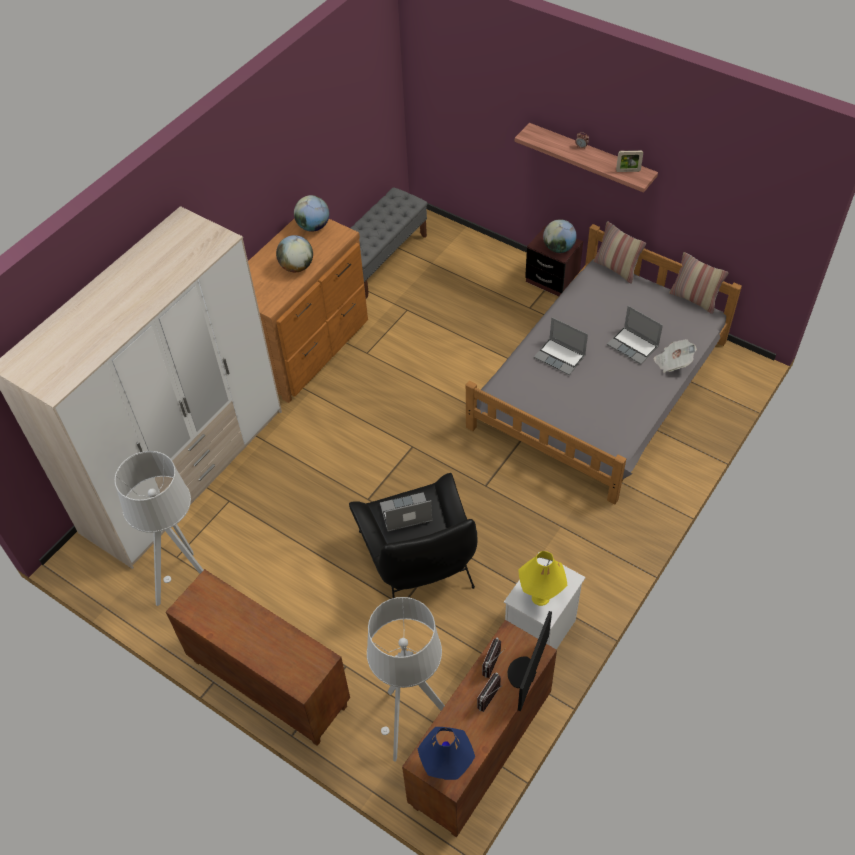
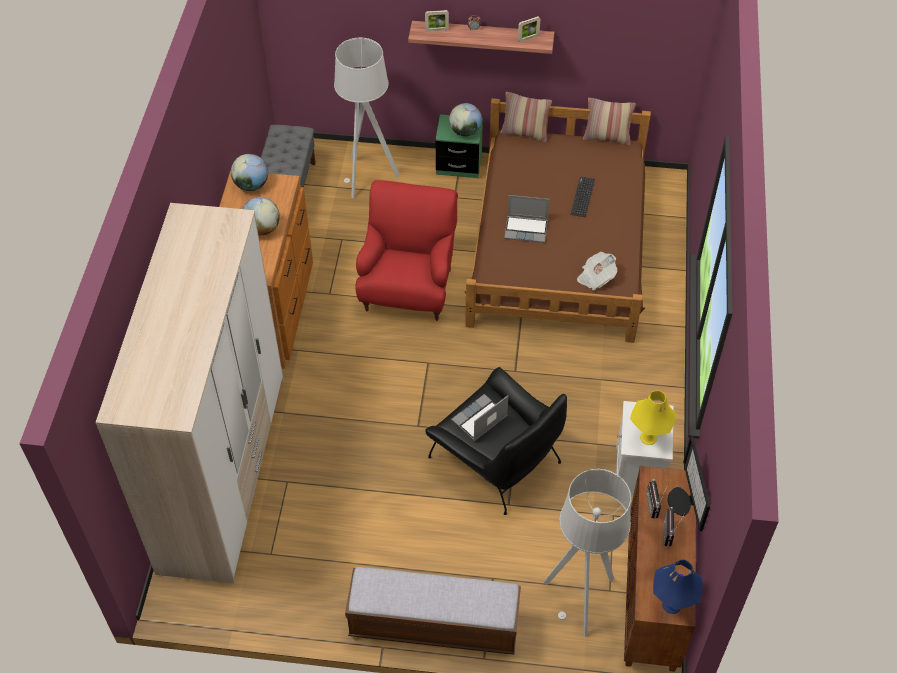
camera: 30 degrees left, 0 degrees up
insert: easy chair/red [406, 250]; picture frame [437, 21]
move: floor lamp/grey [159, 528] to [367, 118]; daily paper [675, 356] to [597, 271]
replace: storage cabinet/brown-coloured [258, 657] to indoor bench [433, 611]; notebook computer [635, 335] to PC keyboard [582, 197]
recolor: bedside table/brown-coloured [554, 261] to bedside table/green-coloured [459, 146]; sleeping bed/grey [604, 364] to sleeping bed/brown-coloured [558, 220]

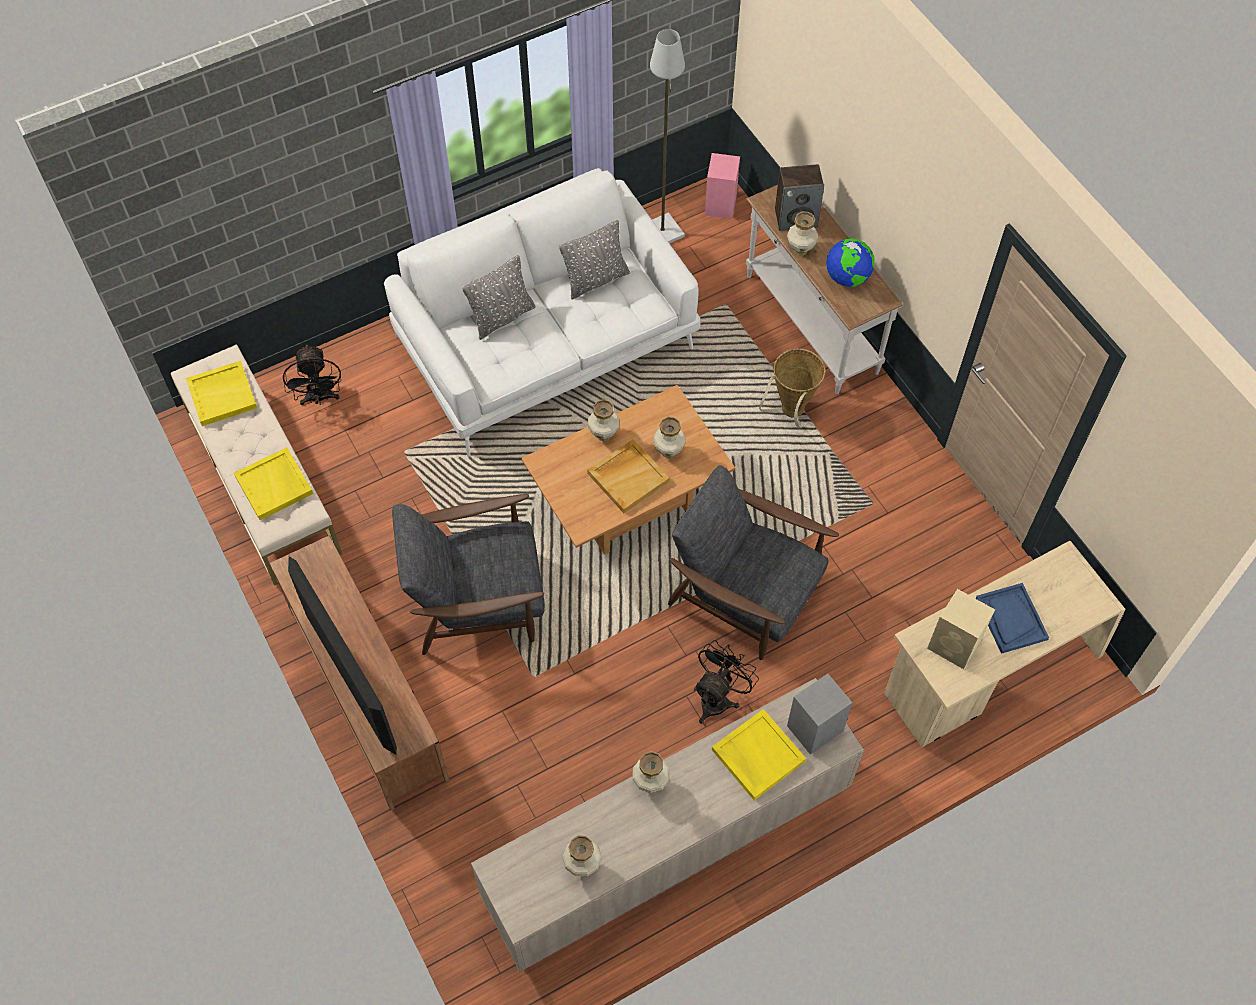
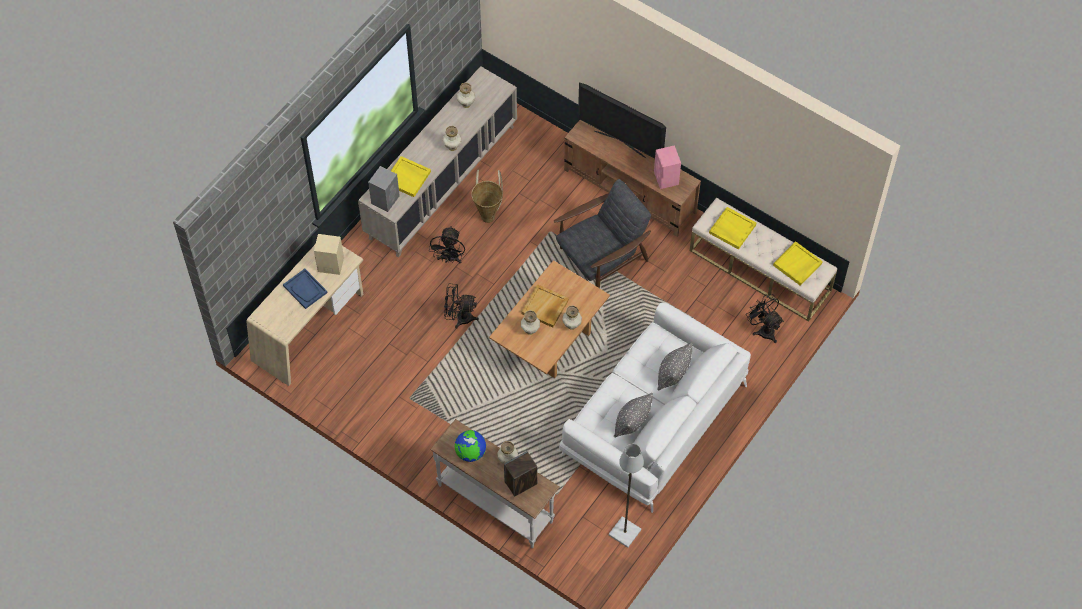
camera: 155 degrees right, 0 degrees up
move: basket [792, 388] to [487, 196]; speaker/pinkish [722, 186] to [667, 167]
replace: easy chair/grey [753, 562] to cooling fan/black-coloured [461, 306]

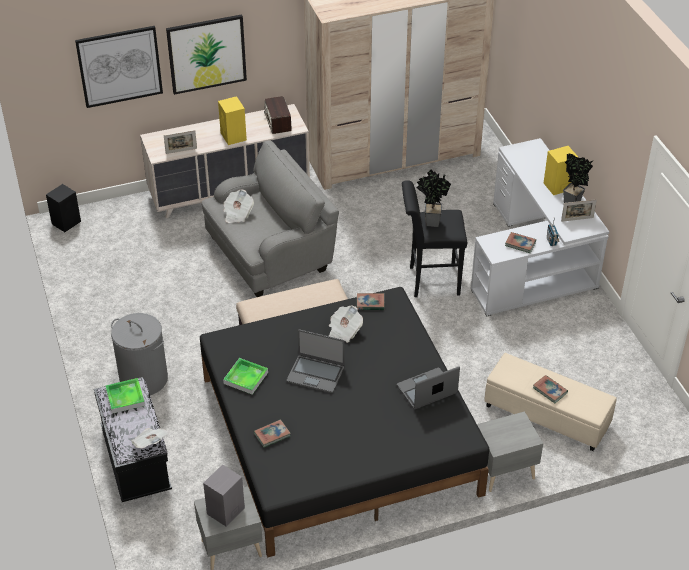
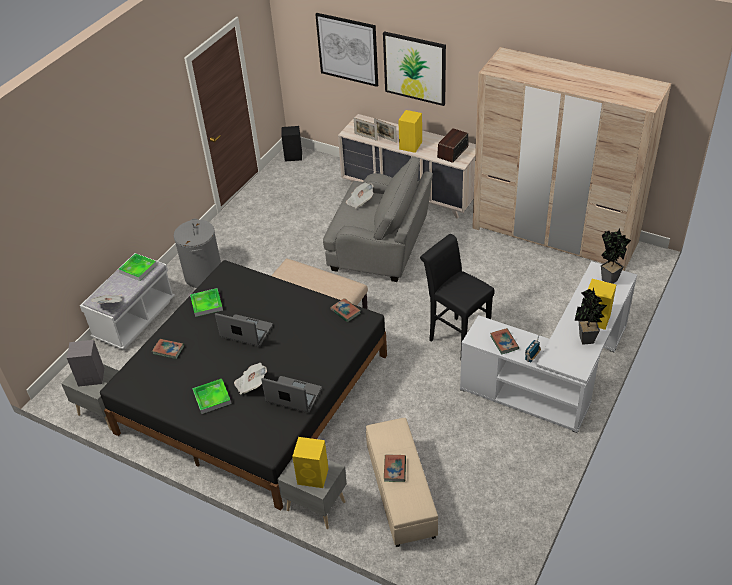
camera: 50 degrees right, 0 degrees up
insert: serving tray [211, 396]; speaker/yellow-coloured [310, 462]
move: daily paper [346, 324] to [250, 379]; picture frame [579, 210] to [385, 130]; houseplant [434, 198] to [616, 256]
recolor: indoor bench/black-coloured [133, 439] to indoor bench/whitish [127, 301]
rotate: notebook computer [316, 361] = [244, 330] 135 degrees clockwise

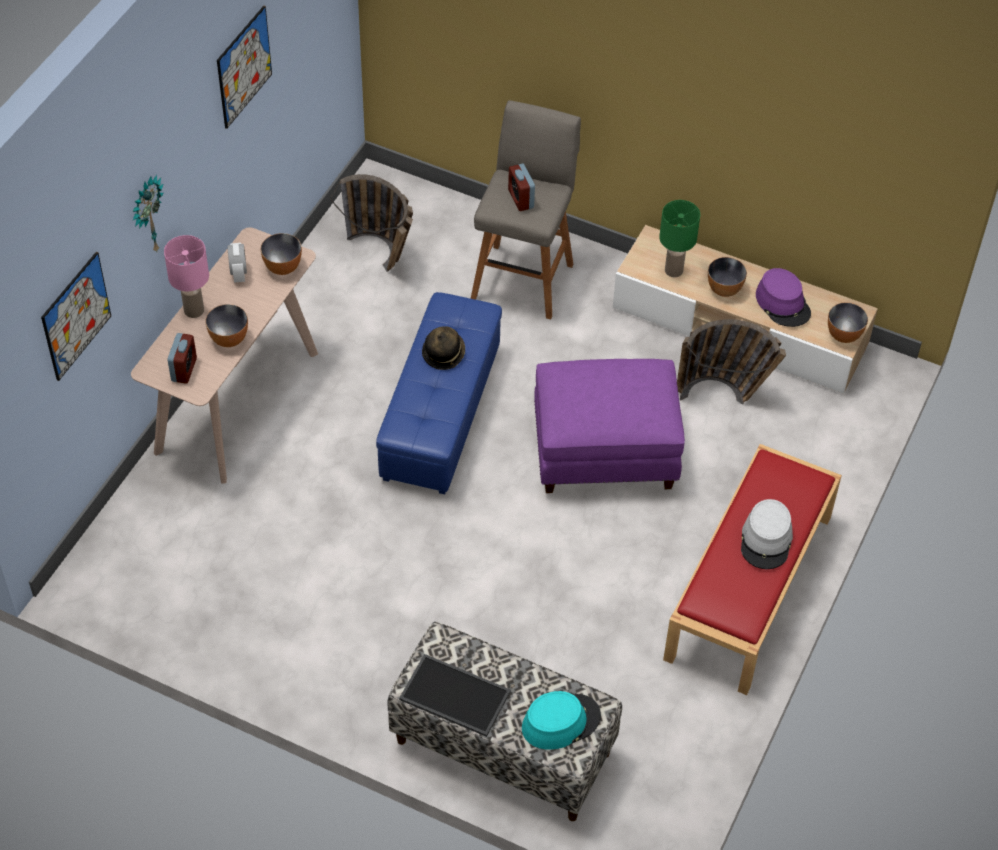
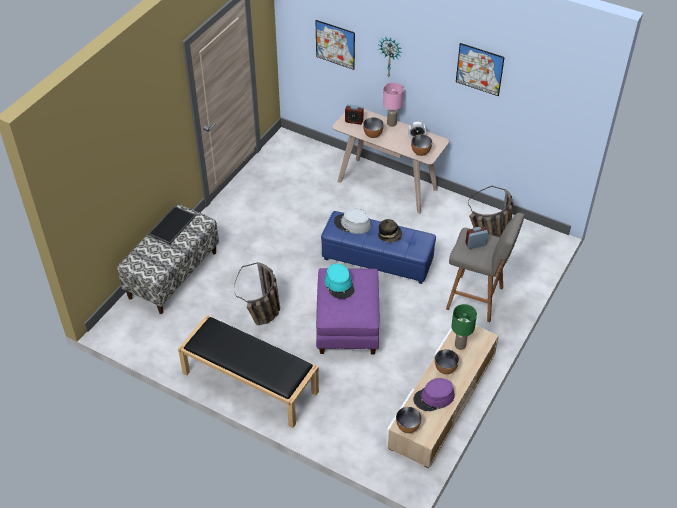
camera: 95 degrees right, 5 degrees down
move: basket [731, 362] to [257, 293]; clothing hat/turquoise-coloured [561, 720] to [340, 281]; clothing hat/grey [767, 534] to [352, 221]
recolor: indoor bench/red [752, 569] to indoor bench/black-coloured [248, 371]

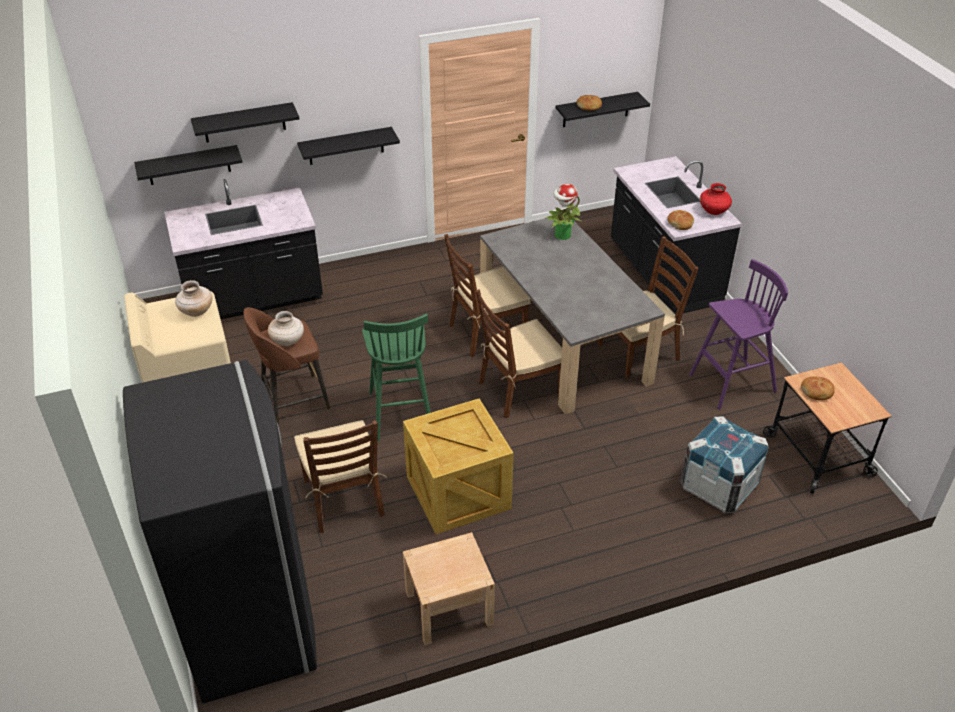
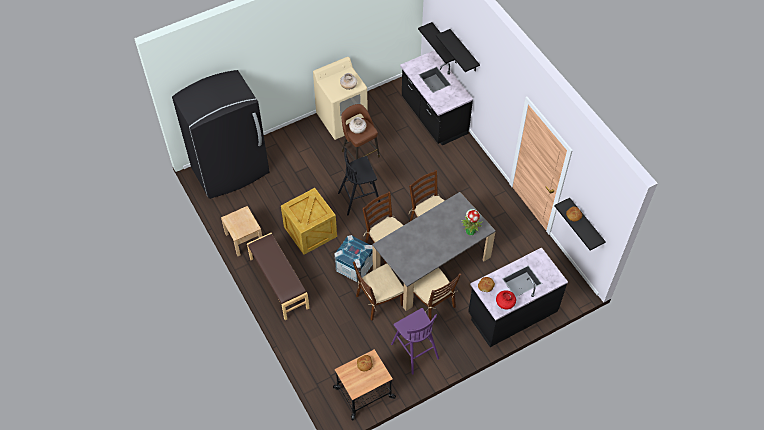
camera: 80 degrees right, 15 degrees up
delete: shelf/black-coloured [348, 146]
insert: indoor bench/brown-coloured [278, 276]
move: shipping crate [725, 464] to [353, 258]; chair/brown-coloured [340, 476] to [378, 291]
recolor: stool/green-coloured [396, 377] to stool/black-coloured [359, 181]

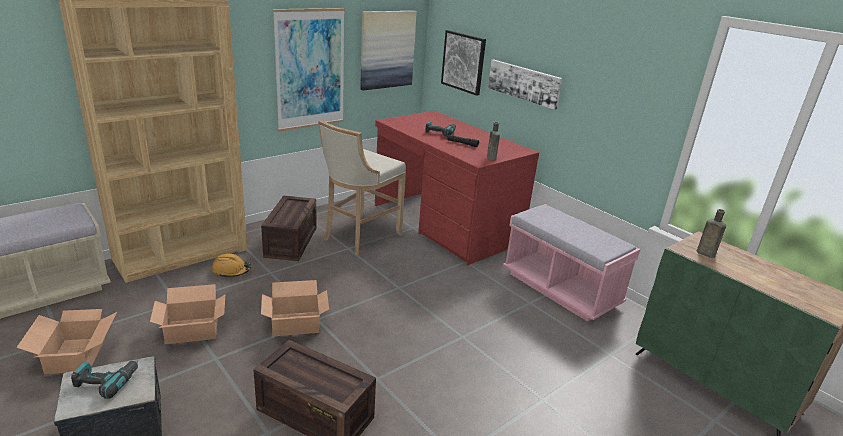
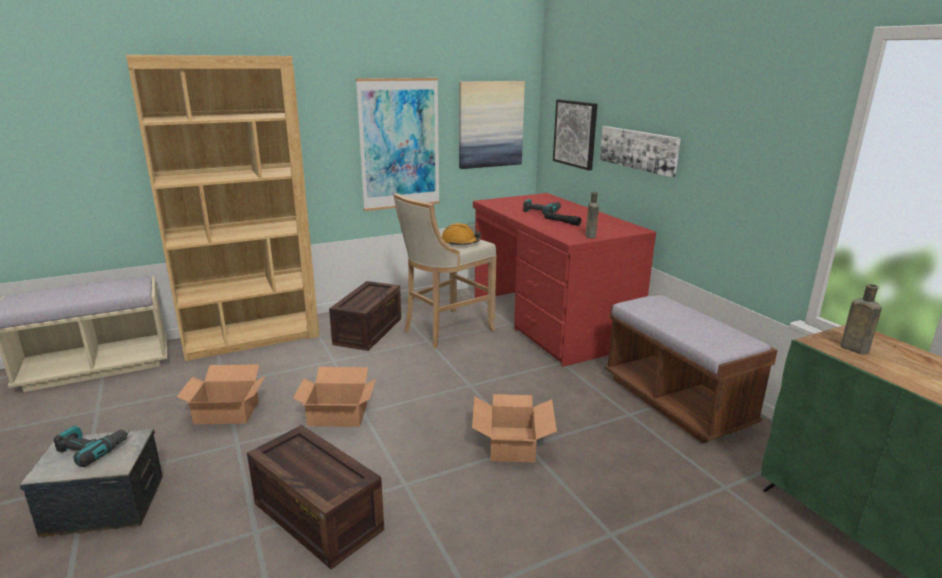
camera: 15 degrees right, 5 degrees down
move: safety helmet/orange [231, 265] to [461, 234]; packing box [66, 341] to [514, 428]
recolor: indoor bench/pinkish [571, 263] to indoor bench/brown-coloured [691, 369]

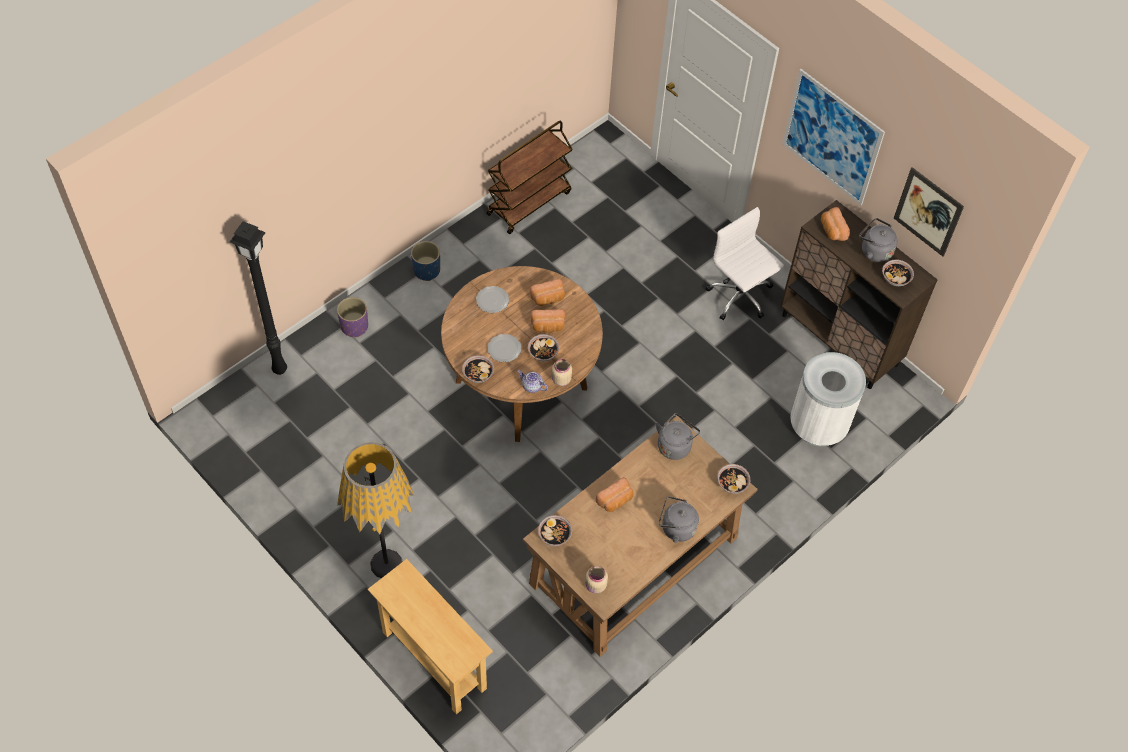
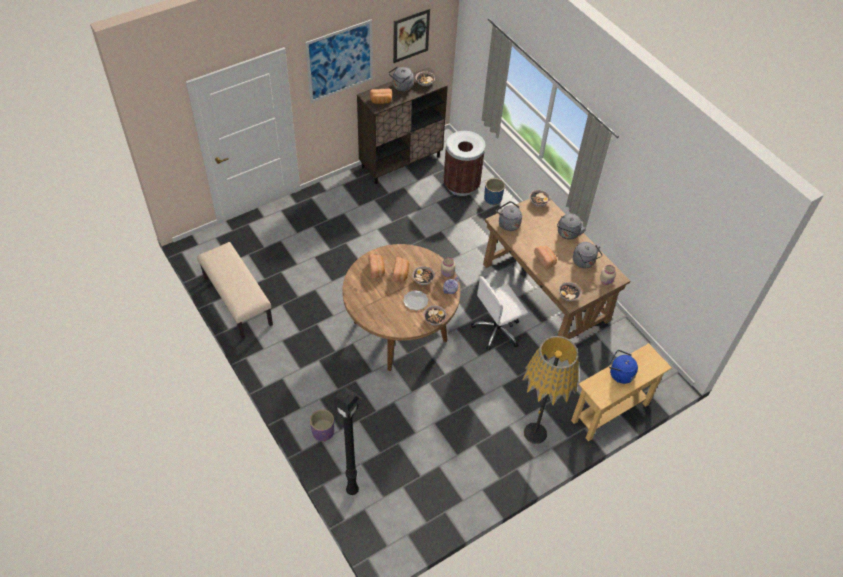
camera: 80 degrees left, 5 degrees down
delete: plate [492, 299]
insert: water kettle/grey [587, 255]; water kettle/bluish [623, 367]
move: office chair/whitish [745, 263] to [499, 313]; planter/bluish [425, 261] to [494, 191]
replace: trolley/brown-coloured [529, 177] to indoor bench/beige-coloured [235, 290]
recolor: waste bin/whitish [828, 399] to waste bin/brown-coloured [464, 163]

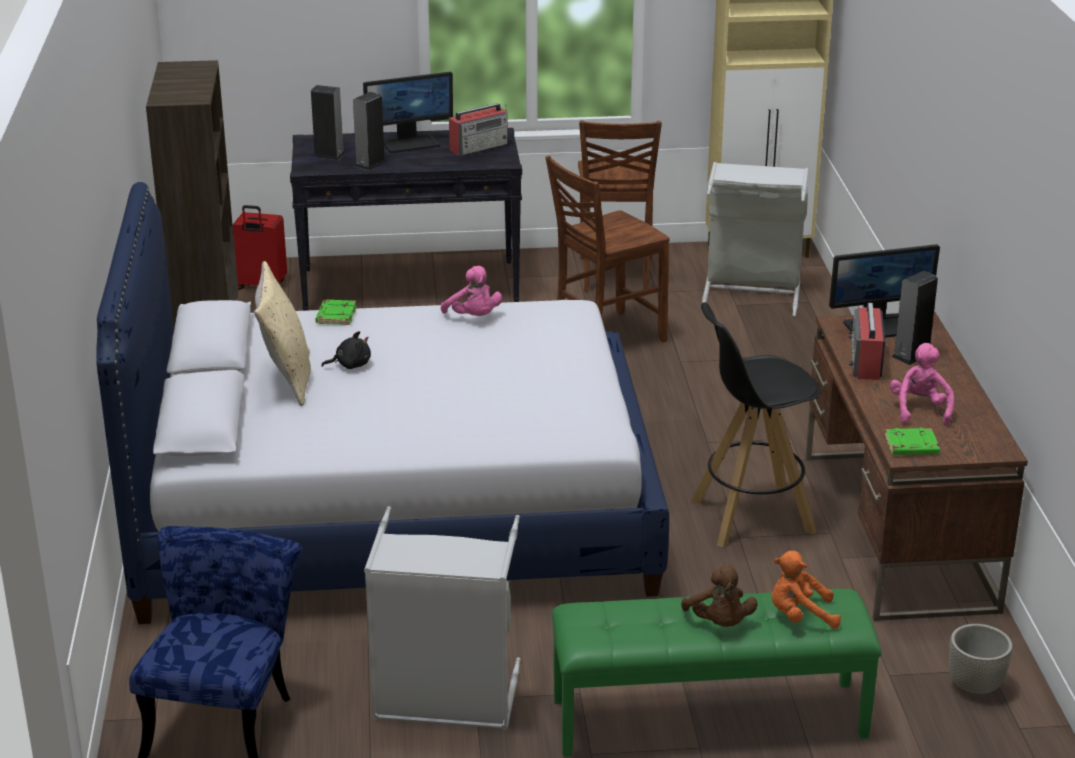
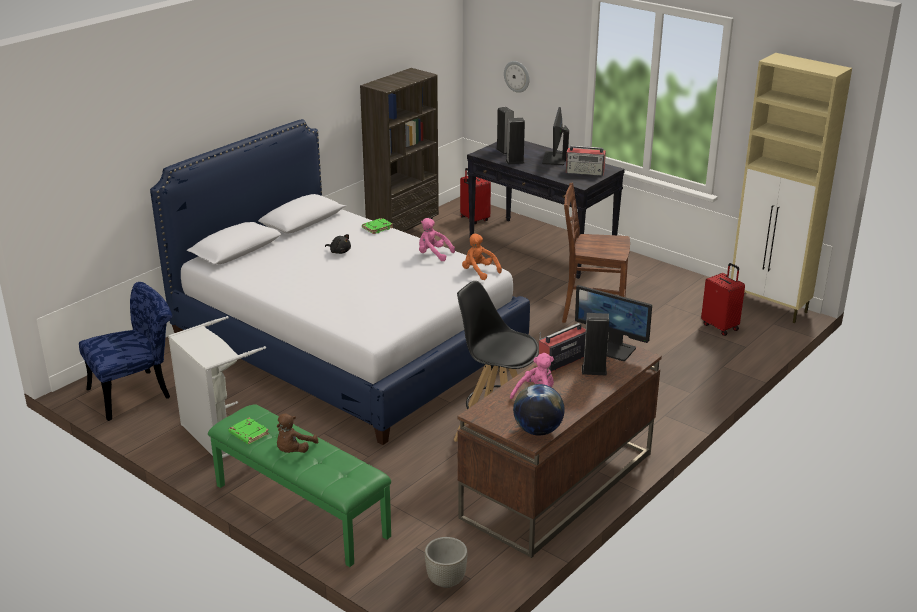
camera: 45 degrees right, 0 degrees up
delete: throw pillow/beige-coloured [282, 333]; chair/brown-coloured [620, 207]
insert: wall clock [516, 77]; world globe [539, 409]
move: book/green-coloured [912, 441] to [248, 431]; soft toy/orange [806, 590] to [482, 257]
replace: washing basket/grey [755, 239] to suitcase/red [723, 299]
rotate: soft toy/pinkish [471, 291] = [437, 239] 105 degrees clockwise; computer screen [408, 112] = [555, 136] 75 degrees clockwise

